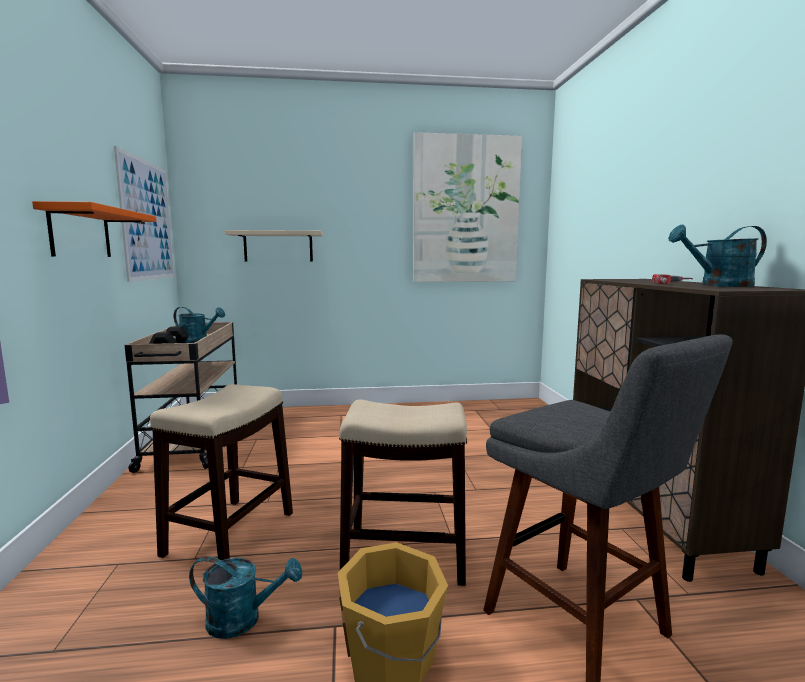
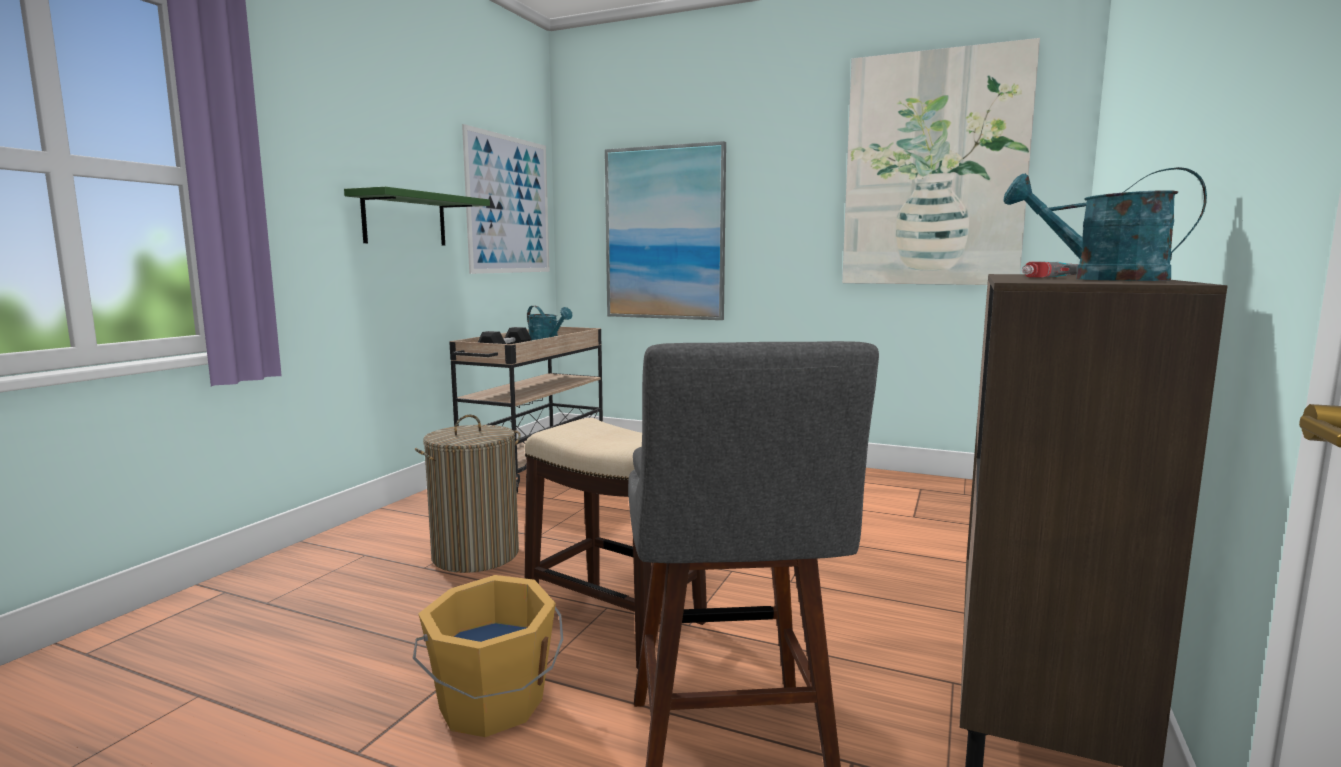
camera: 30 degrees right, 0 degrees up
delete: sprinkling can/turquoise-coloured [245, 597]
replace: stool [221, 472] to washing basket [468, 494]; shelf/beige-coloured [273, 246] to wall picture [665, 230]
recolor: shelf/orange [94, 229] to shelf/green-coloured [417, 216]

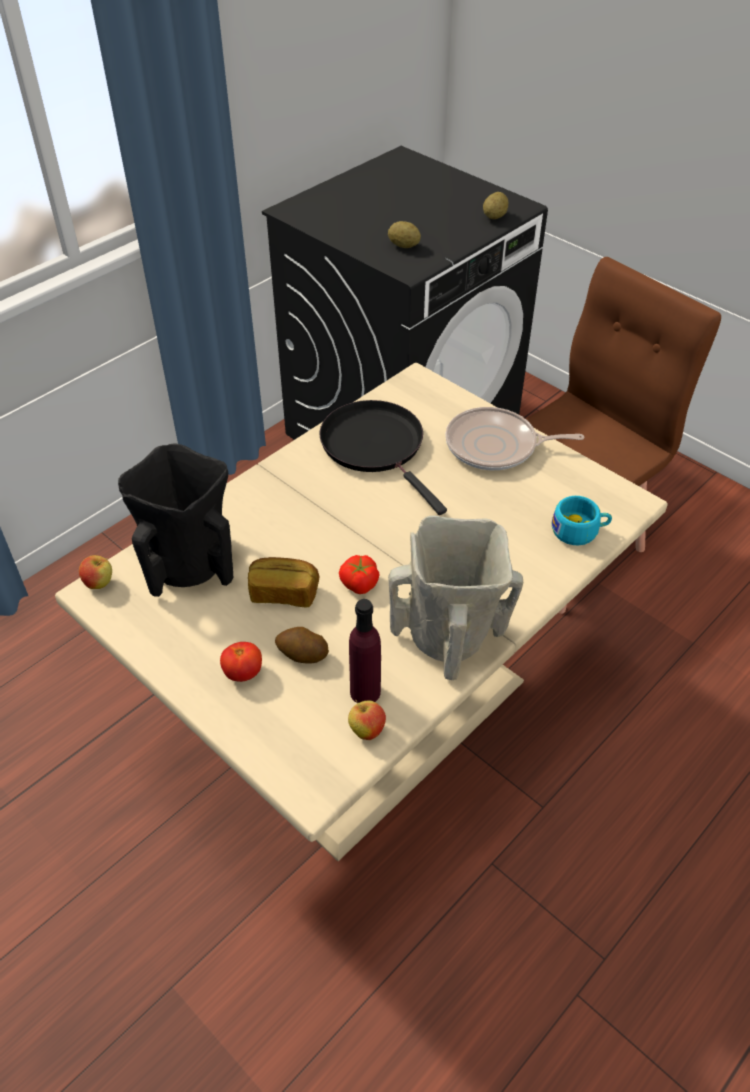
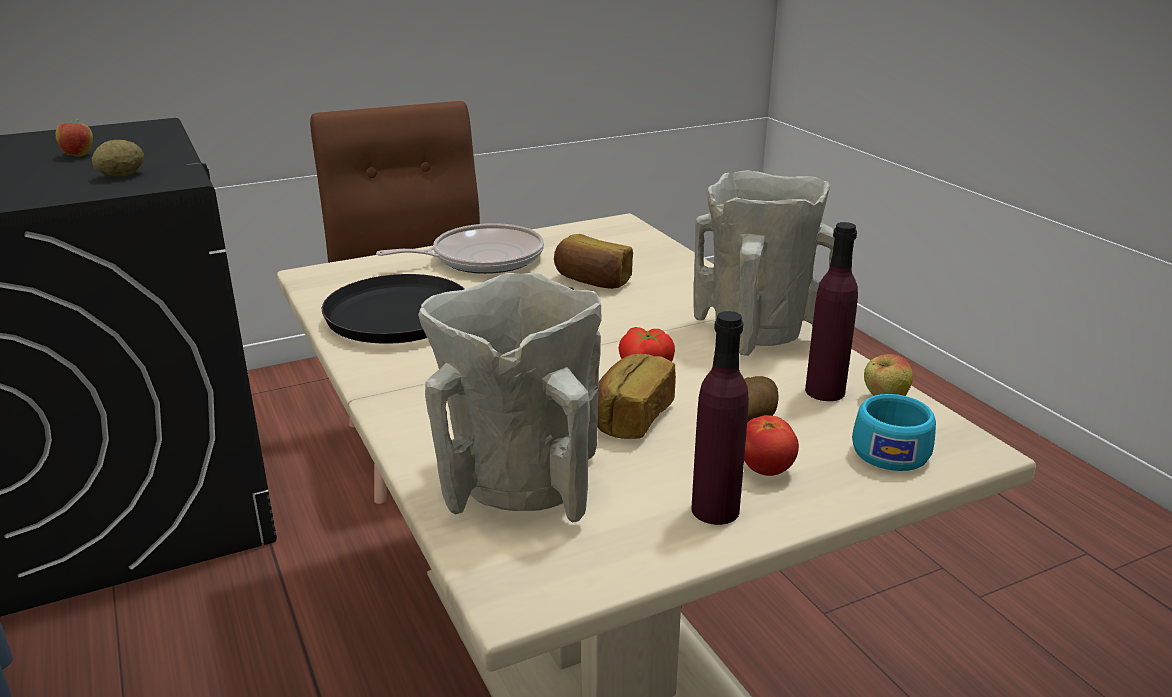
camera: 70 degrees left, 20 degrees down
delete: potato [495, 205]
insert: bakery bread [593, 261]; beverage bottle/purplish [720, 418]
move: apple fruit [95, 572] to [74, 138]; cup/turquoise-coloured [581, 521] to [894, 432]
recolor: vase/black-coloured [175, 520] to vase/beige-coloured [509, 398]
rotate: pan [514, 438] = [460, 248] 135 degrees counterclockwise

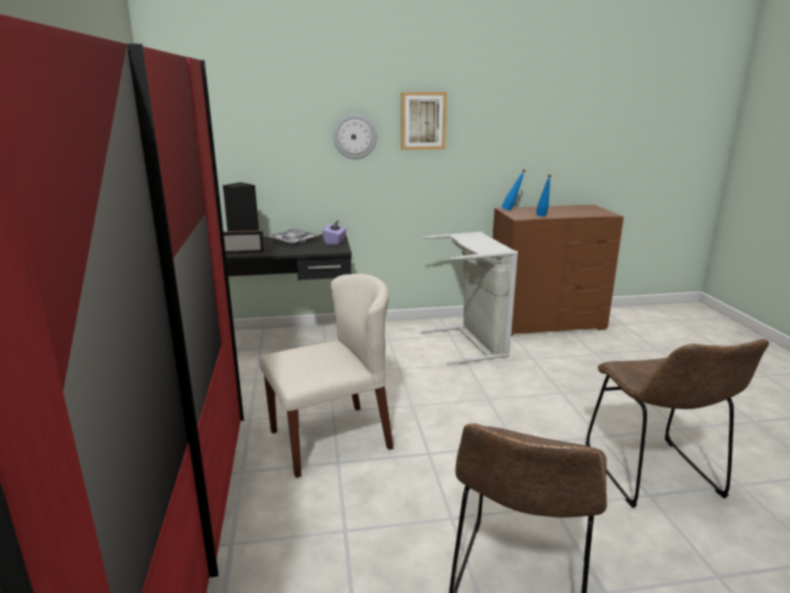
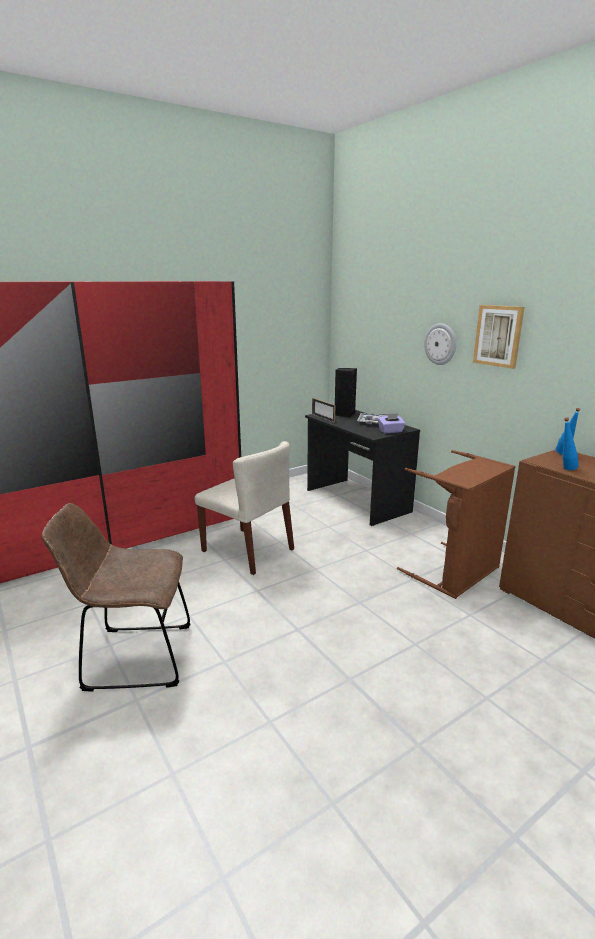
camera: 65 degrees right, 0 degrees up
delete: chair/brown-coloured [677, 423]
recolor: washing basket/grey [469, 298] to washing basket/brown-coloured [456, 524]

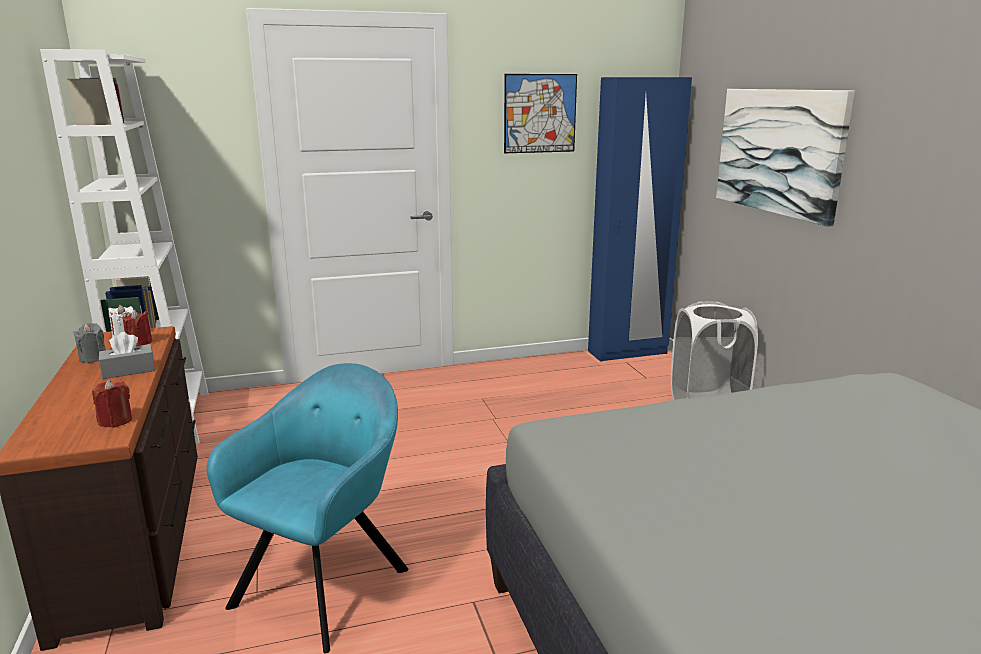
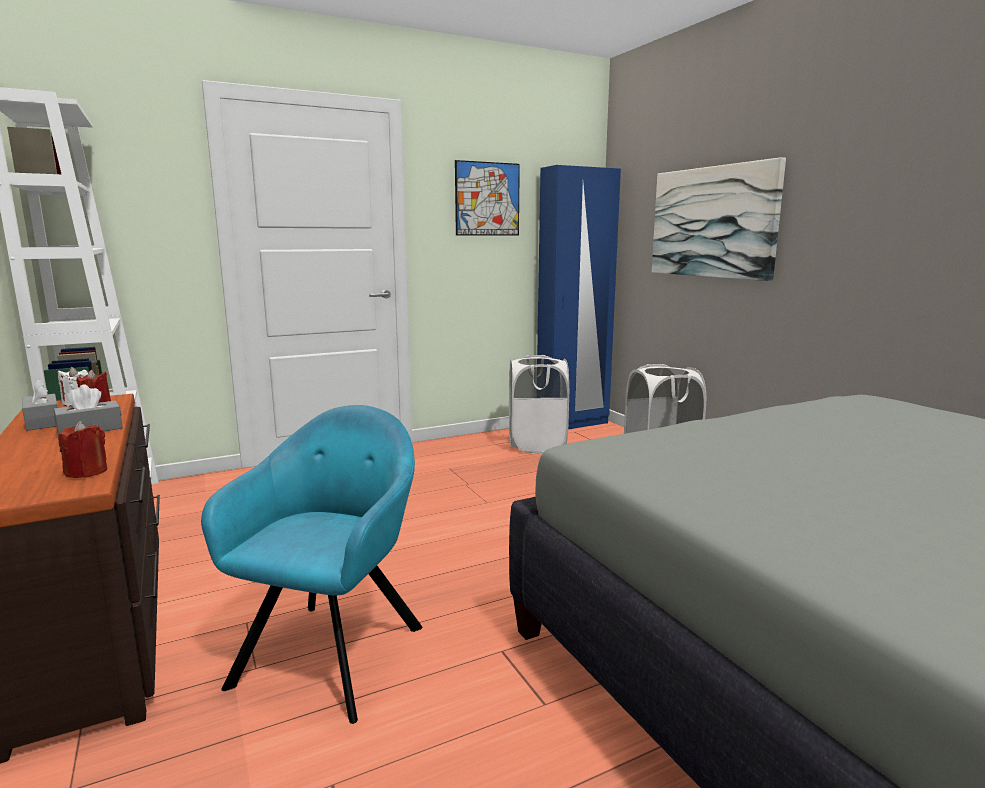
camera: 10 degrees left, 5 degrees down
insert: washing basket/whitish [539, 404]
replace: candle/grey [89, 343] to tissue box/grey [40, 405]

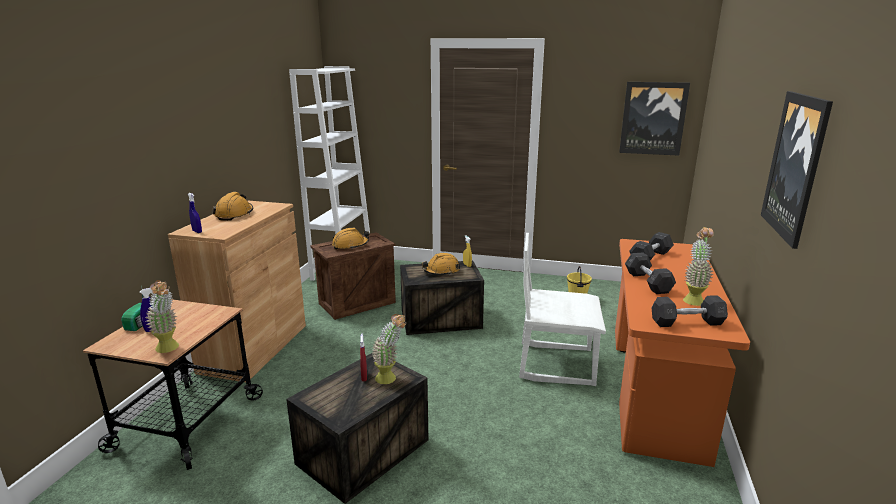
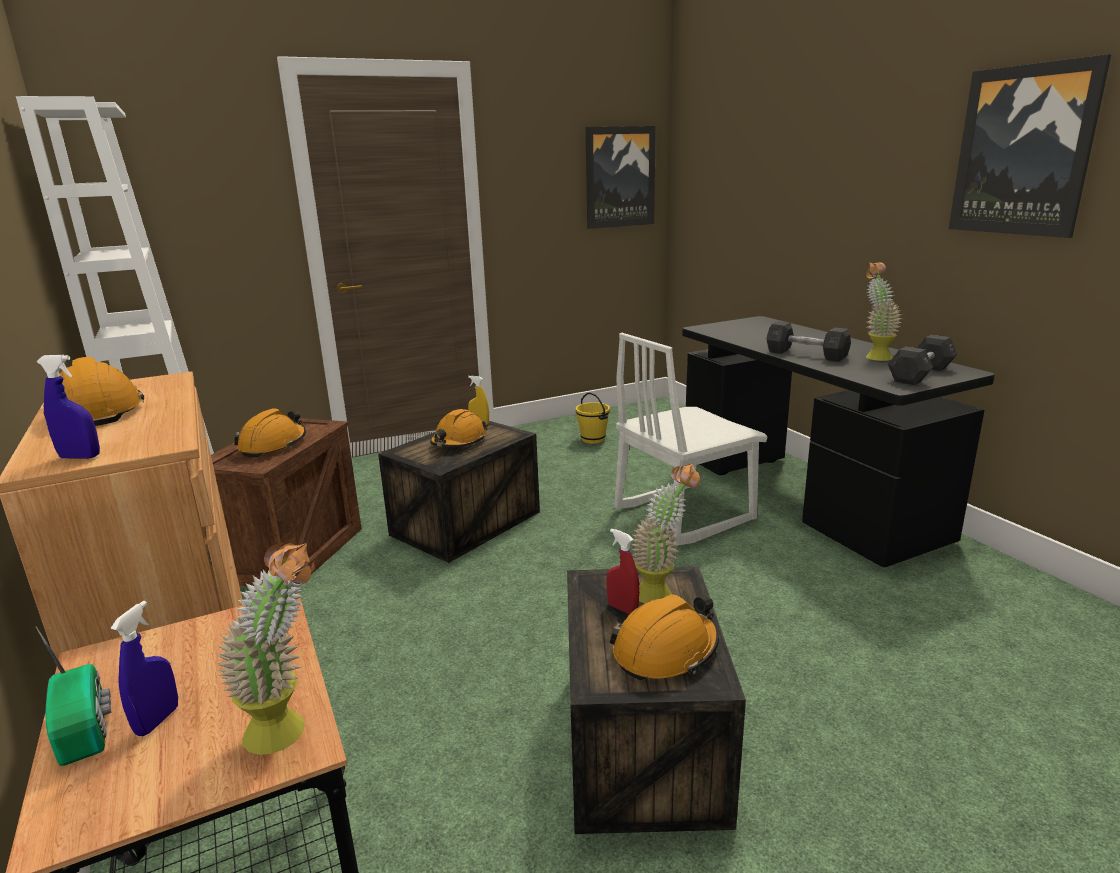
camera: 40 degrees left, 0 degrees up
delete: hand weight/grey [651, 246]
insert: safety helmet/orange [664, 637]
recolor: desk unit/orange [682, 353] to desk unit/black-coloured [838, 441]

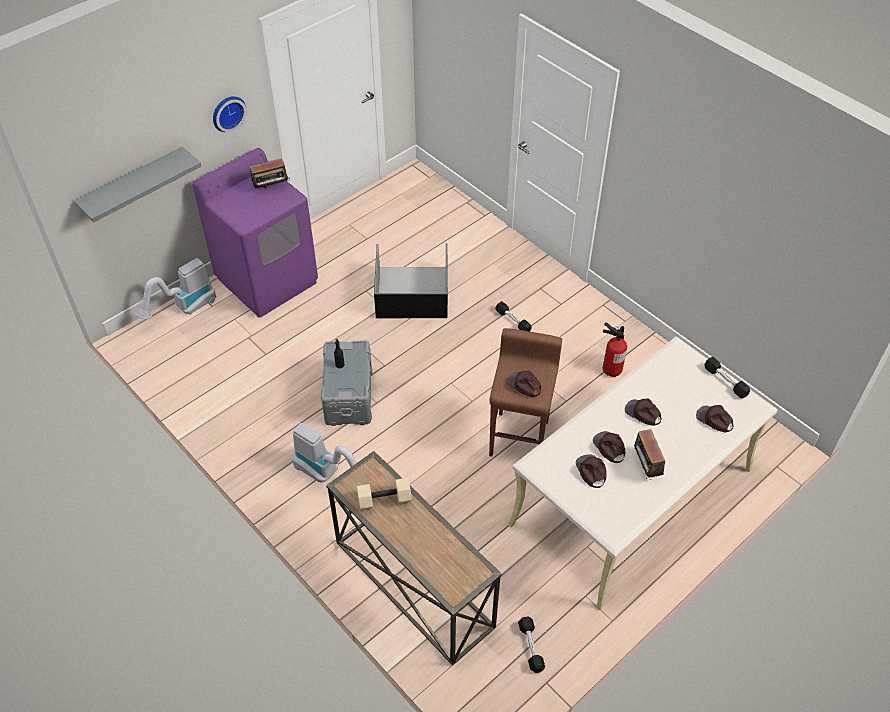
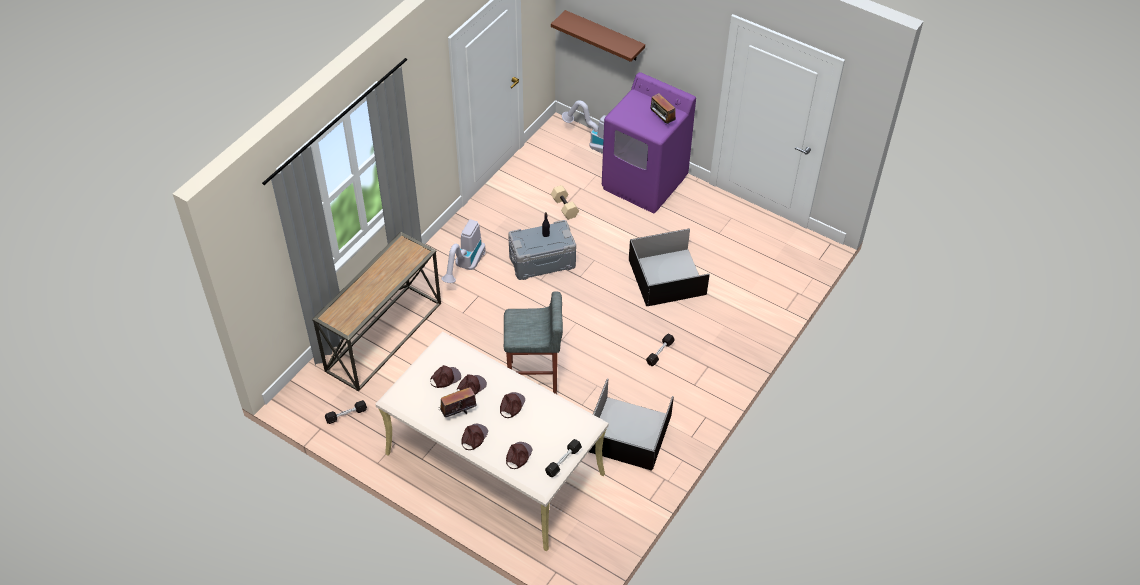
camera: 75 degrees right, 0 degrees up
delete: wall clock [230, 114]
move: peaked cap/brown-coloured [524, 384] to [474, 437]; hand weight/beige-coloured [384, 494] to [565, 202]
replace: fire extinguisher [615, 350] to storage box/black-coloured [631, 424]
recolor: stool/brown-coloured [525, 392] to stool/grey [533, 342]; shelf/grey [138, 185] to shelf/brown-coloured [598, 36]

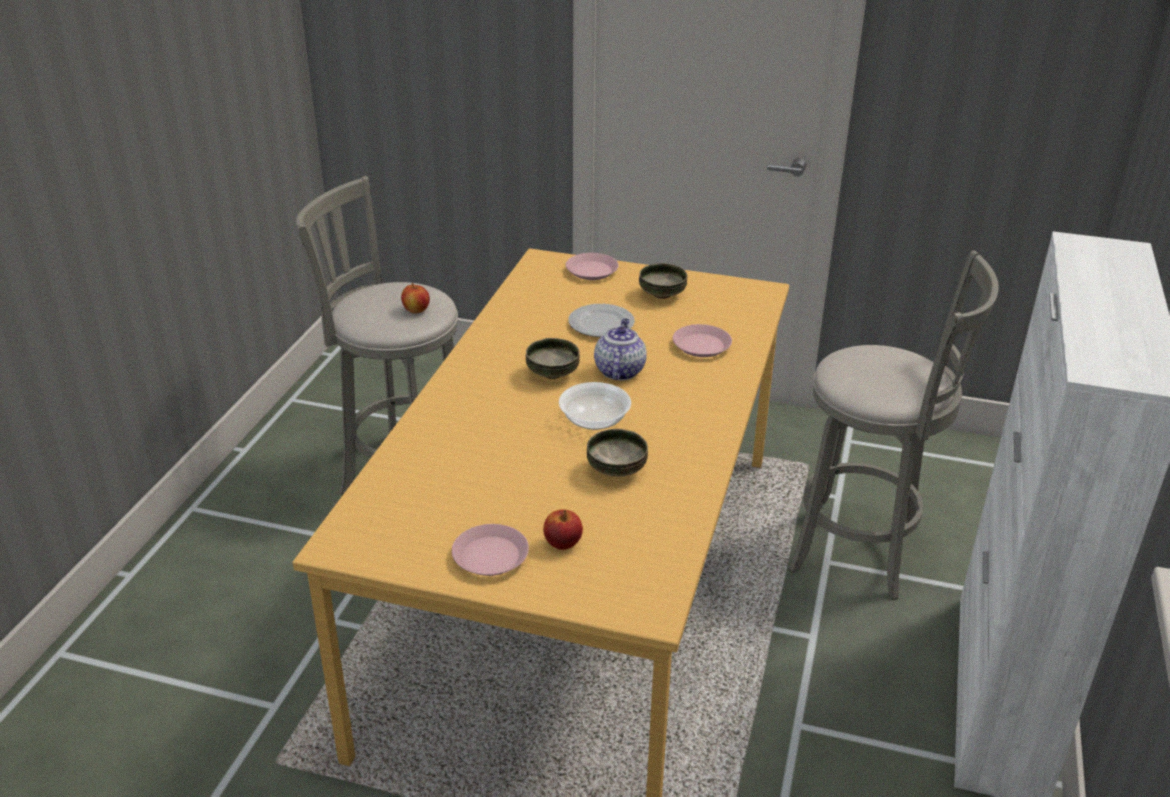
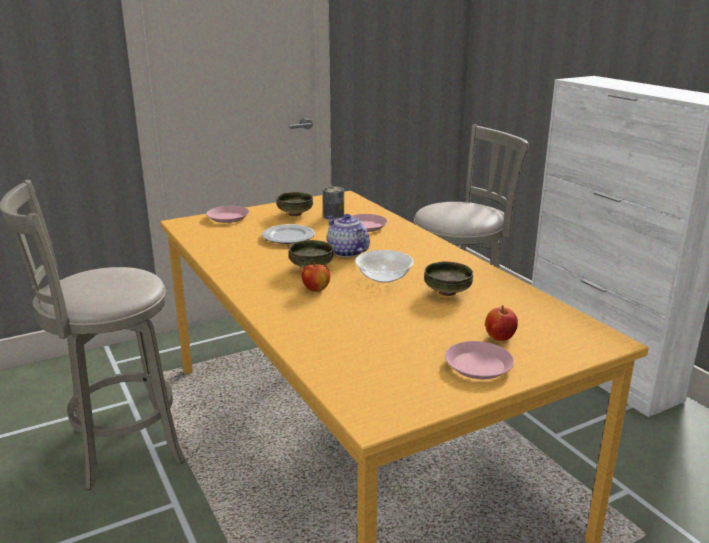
camera: 45 degrees left, 10 degrees down
insert: can [333, 203]
move: apple fruit [415, 298] to [316, 277]

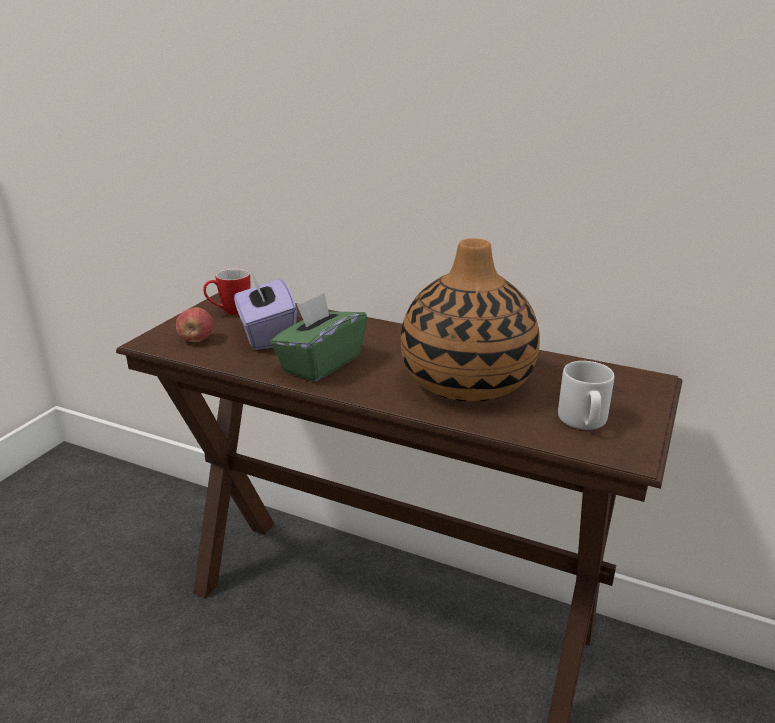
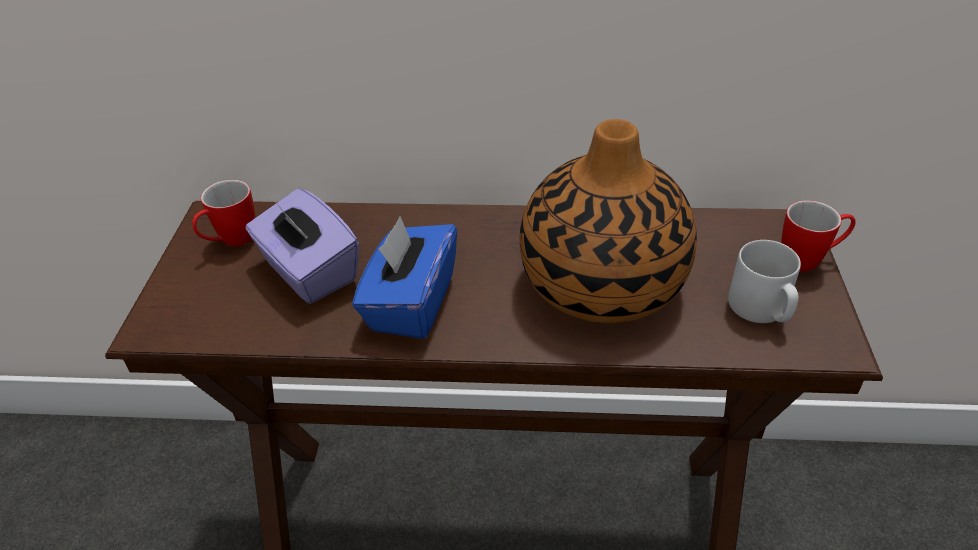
camera: 20 degrees left, 15 degrees up
delete: apple fruit [194, 324]
insert: coffee mug [818, 236]
recolor: tissue box/green-coloured [318, 337] to tissue box/bluish [404, 277]

